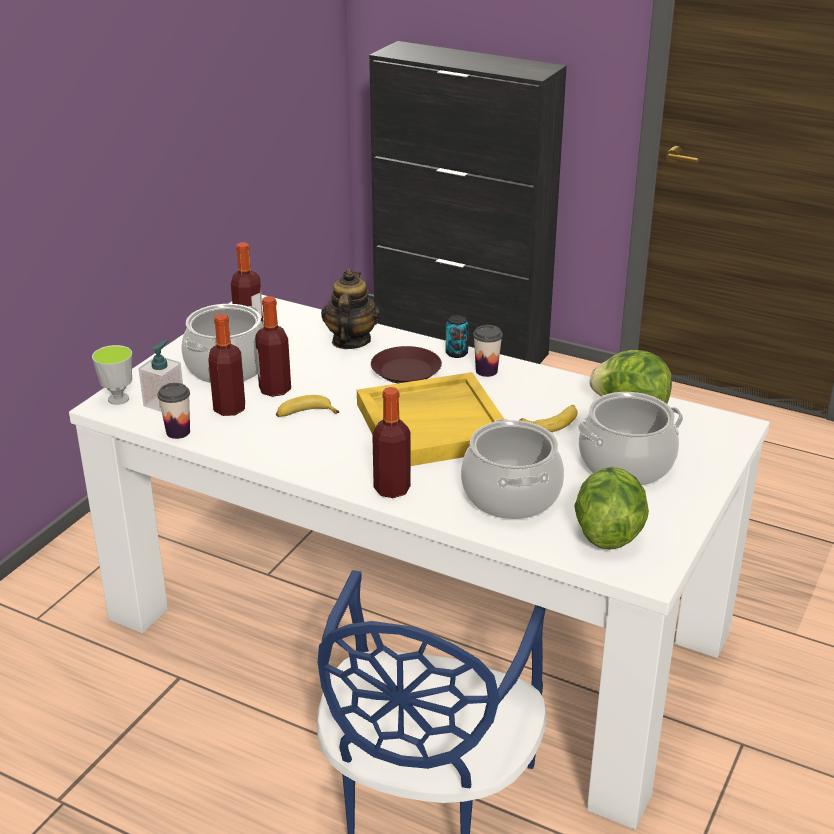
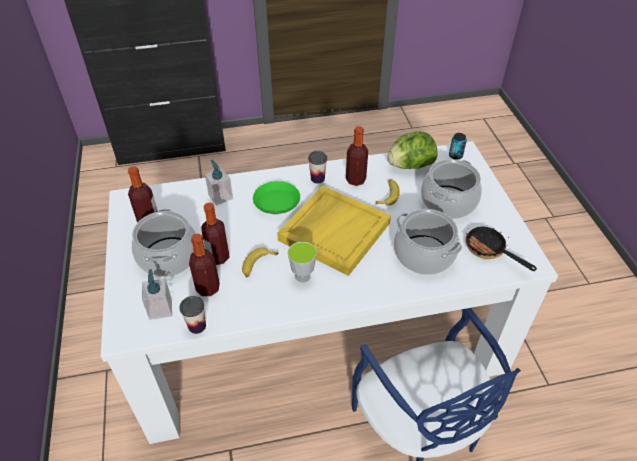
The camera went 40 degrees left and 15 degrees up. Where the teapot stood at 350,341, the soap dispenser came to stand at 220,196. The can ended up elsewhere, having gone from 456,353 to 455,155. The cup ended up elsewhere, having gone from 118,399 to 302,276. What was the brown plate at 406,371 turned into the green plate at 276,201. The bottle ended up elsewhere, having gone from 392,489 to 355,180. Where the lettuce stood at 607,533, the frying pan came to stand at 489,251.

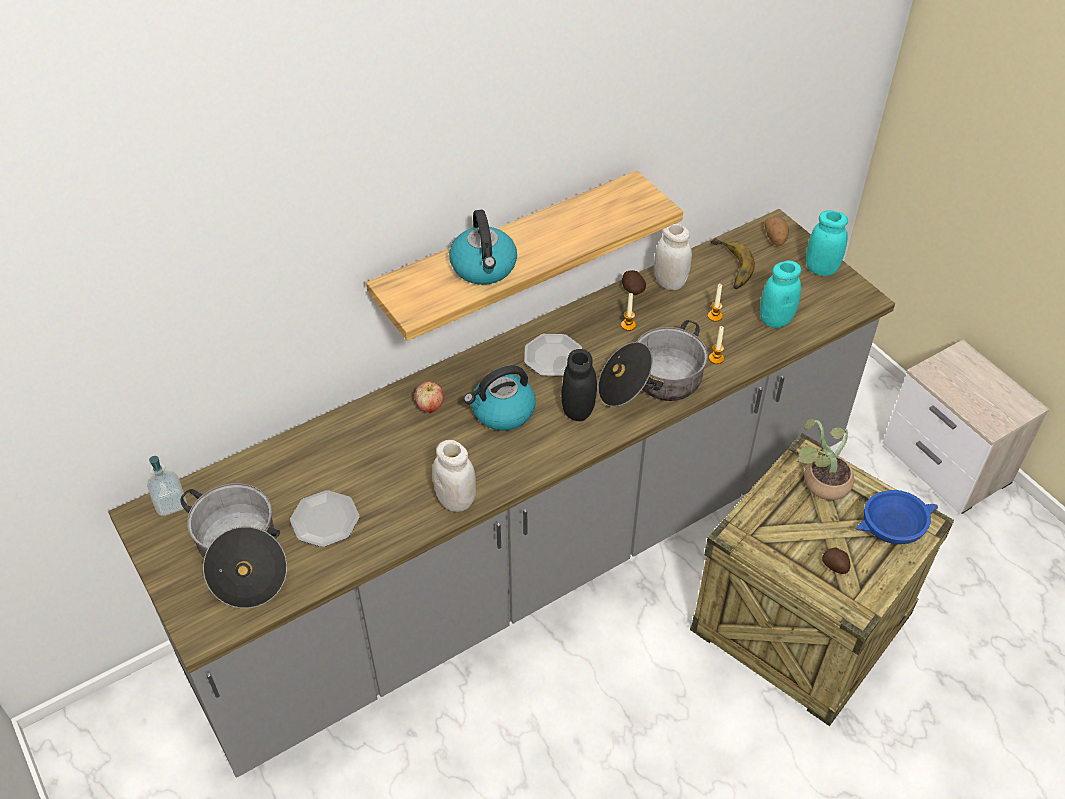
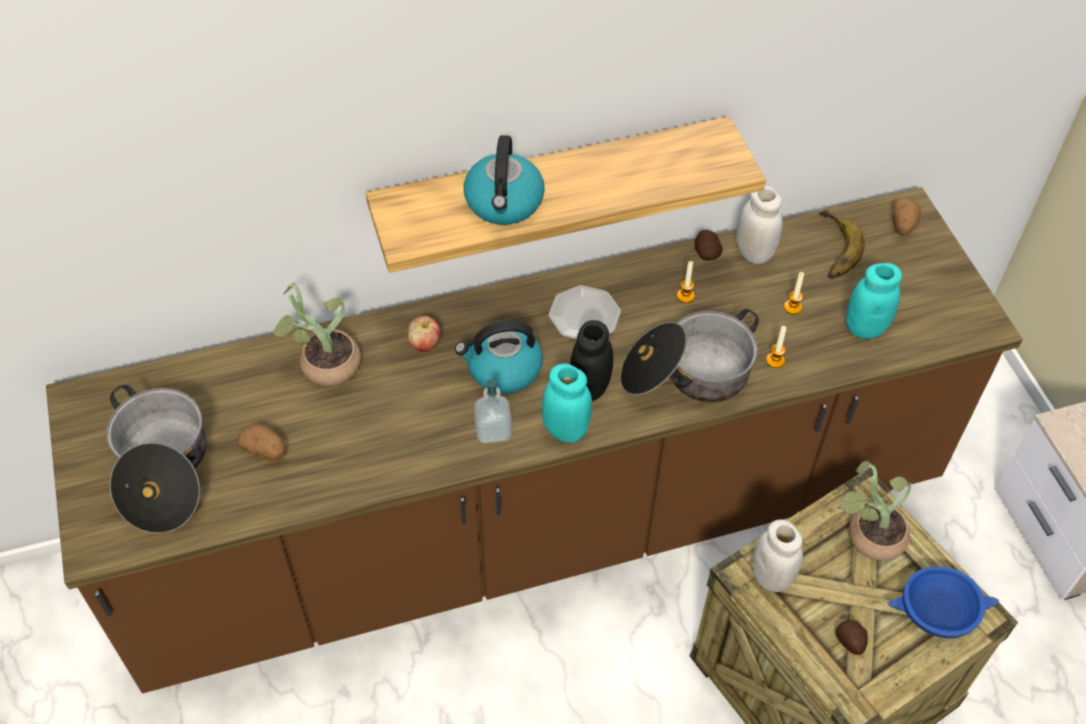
The camera went 15 degrees right and 5 degrees up. What was the grey counter at 532,555 turned into the brown counter at 540,523. The turquoise jar ended up elsewhere, having gone from 821,269 to 565,430. The white jar ended up elsewhere, having gone from 456,500 to 771,577. The soap dispenser ended up elsewhere, having gone from 171,503 to 493,430. Where the plate stood at 325,520, the potato came to stand at 265,451. The second view gained the potted plant at 324,363.

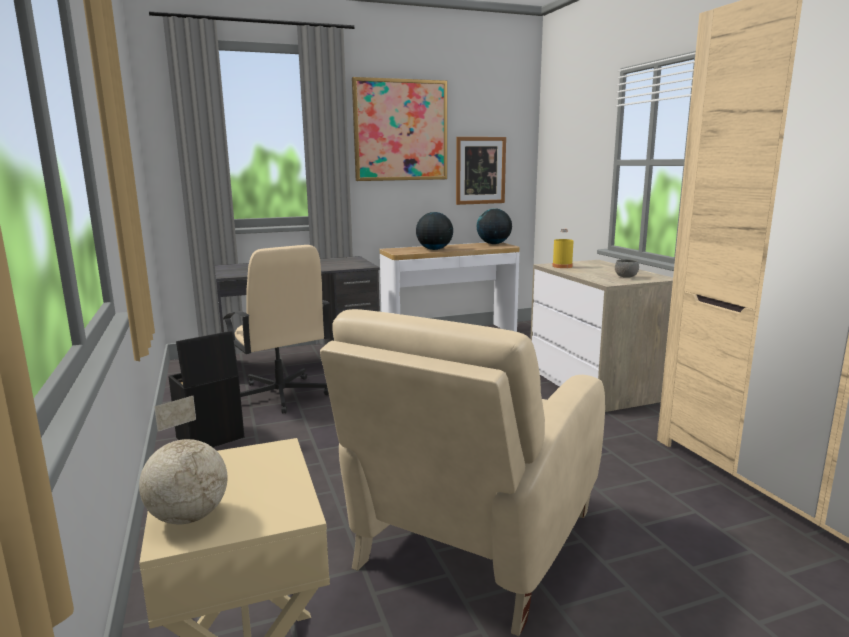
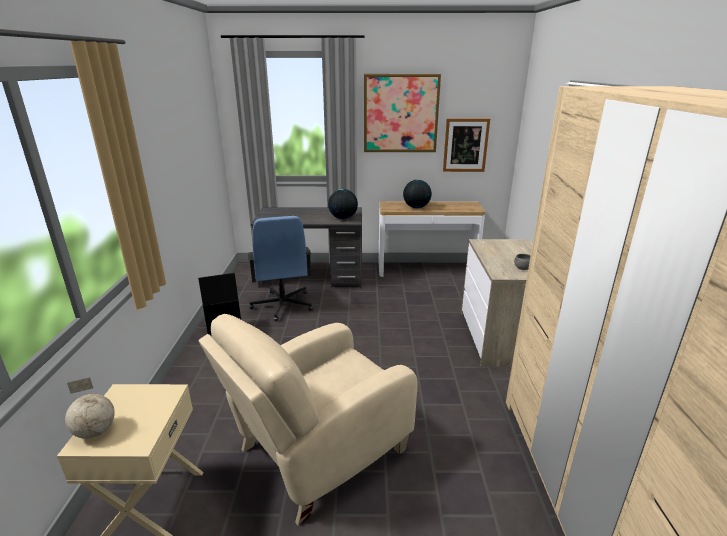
The camera went 20 degrees right and 10 degrees up. The globe ended up elsewhere, having gone from 494,244 to 343,218. The second view lost the yellow bottle at 562,266. What was the beige office chair at 280,395 turned into the blue office chair at 282,305.

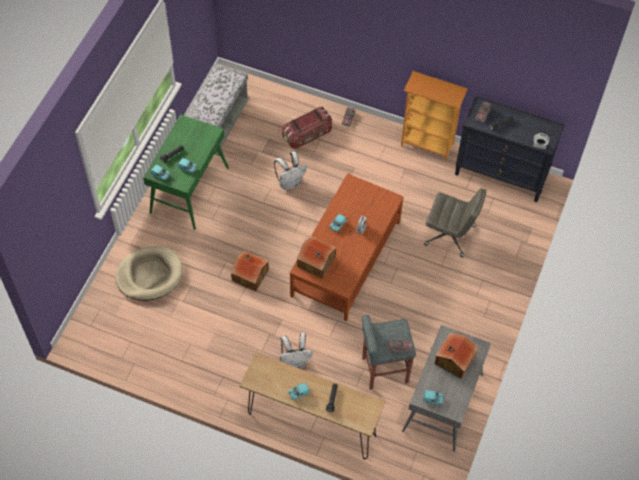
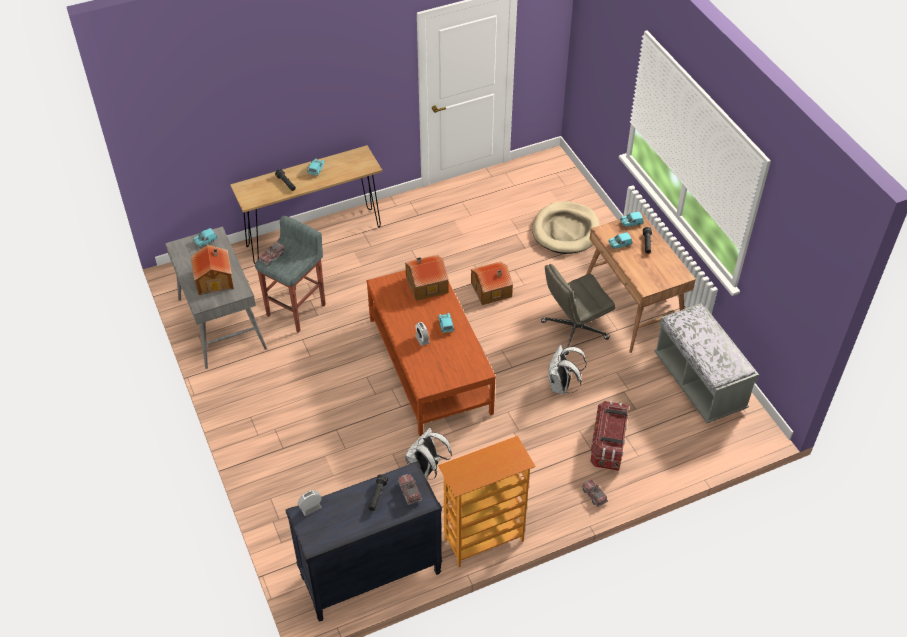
The camera went 135 degrees right and 10 degrees down. What was the green desk at 189,190 turned into the brown desk at 632,309. The grey office chair ended up elsewhere, having gone from 450,235 to 574,330. The white backpack ended up elsewhere, having gone from 295,362 to 426,470.

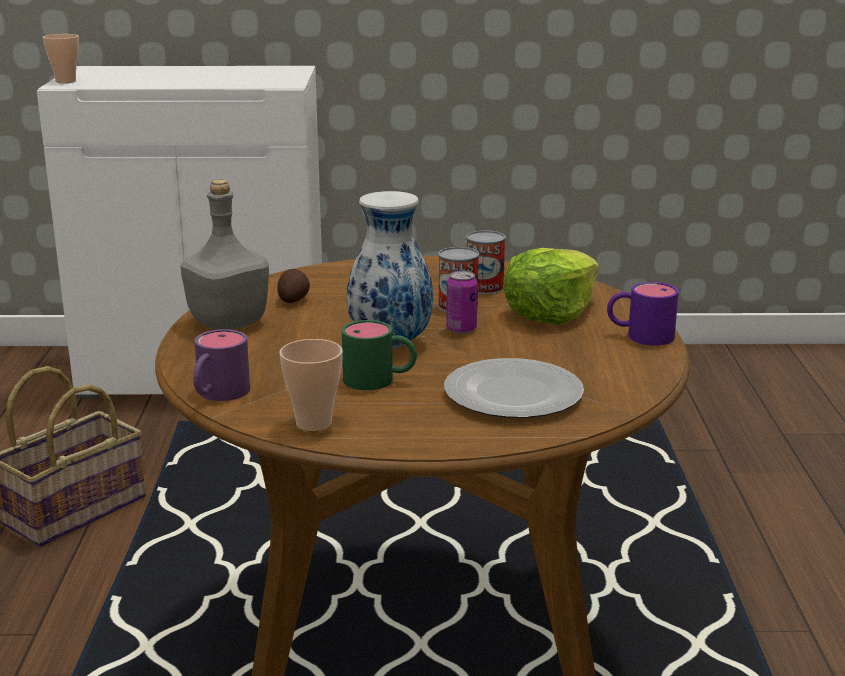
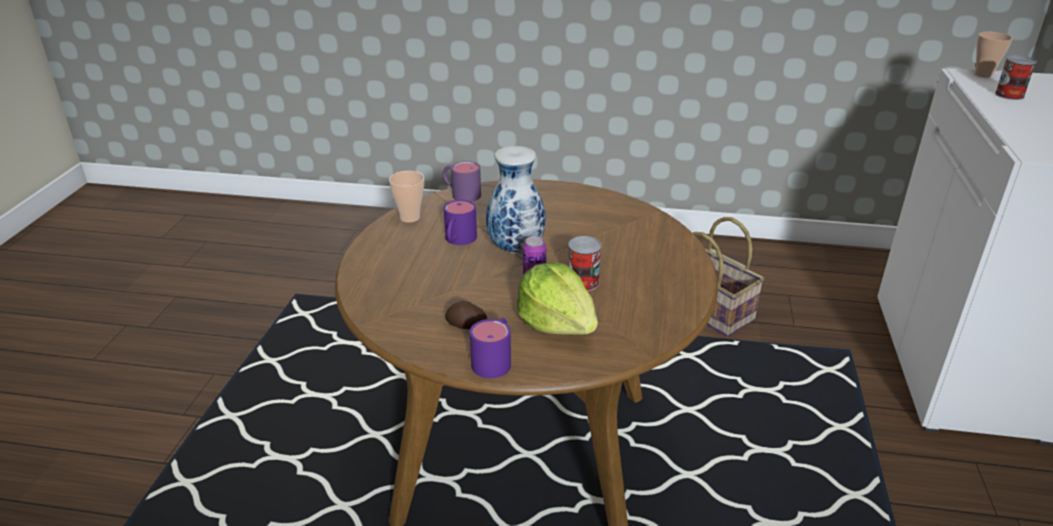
The camera went 100 degrees right and 10 degrees up. The second view lost the grey bottle at 229,323. The can ended up elsewhere, having gone from 484,287 to 1009,95. The potato ended up elsewhere, having gone from 294,299 to 466,326. What was the green mug at 380,380 turned into the purple mug at 458,240. The second view lost the plate at 511,394.

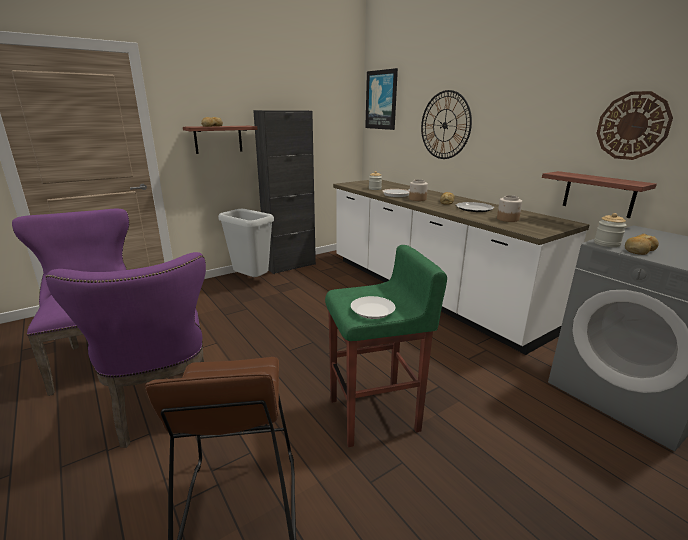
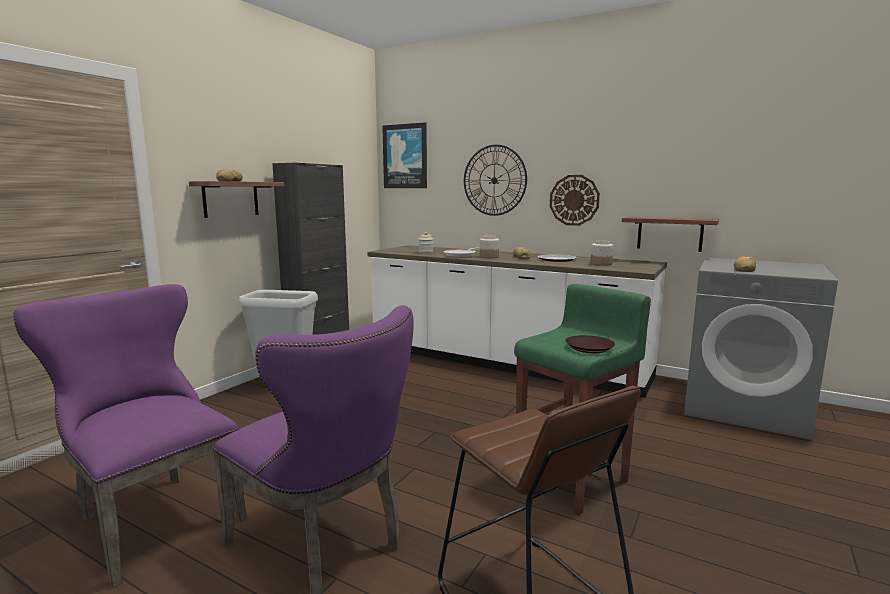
The camera went 25 degrees left and 10 degrees down. The wall clock ended up elsewhere, having gone from 632,126 to 574,200. The second view lost the jar at 607,244. What was the white plate at 372,311 turned into the brown plate at 589,348.

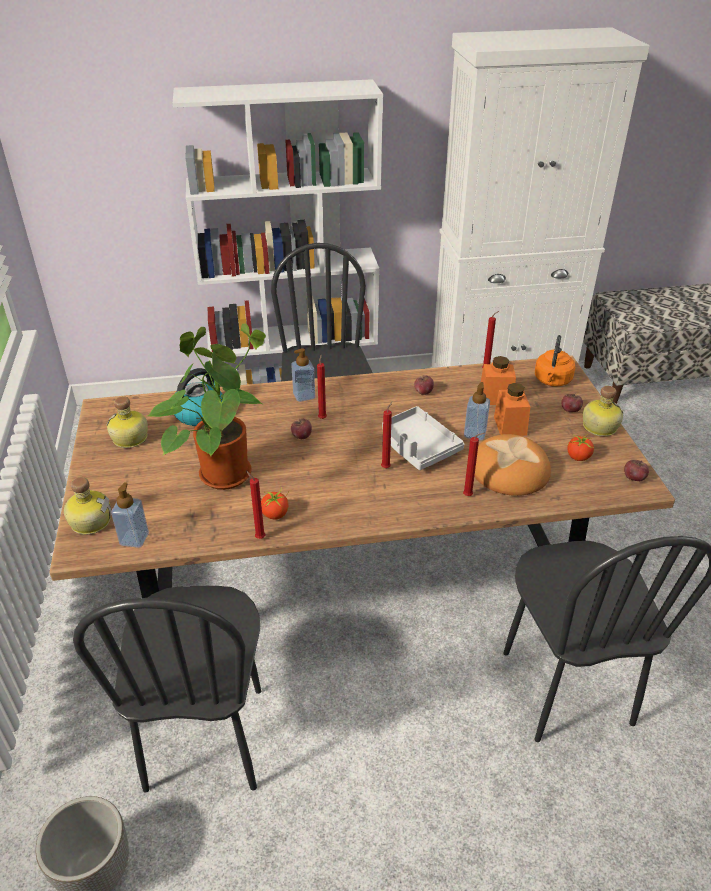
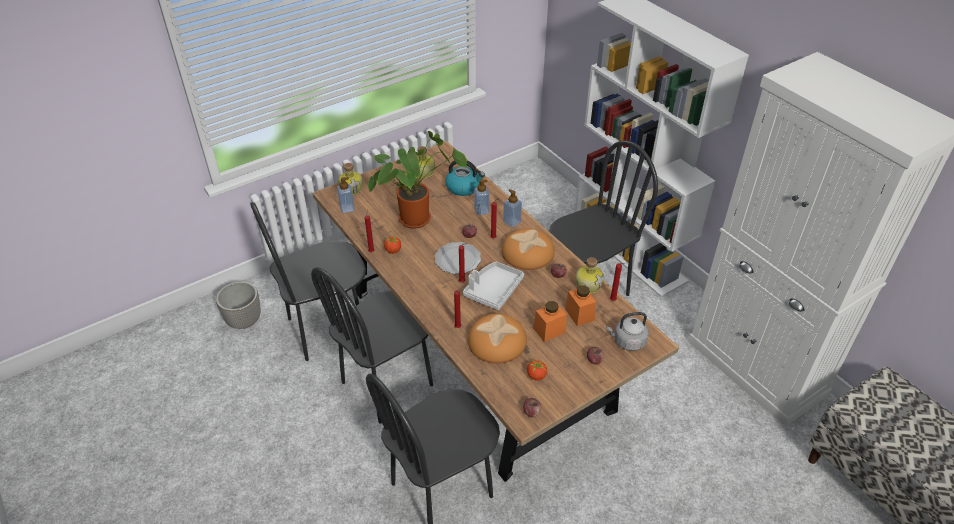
The camera went 65 degrees right and 5 degrees up. What was the orange kettle at 552,381 turned into the grey kettle at 627,341. The soap dispenser ended up elsewhere, having gone from 474,434 to 481,210. The bottle ended up elsewhere, having gone from 598,426 to 588,284. The second view gained the bread at 527,253. The second view gained the plate at 458,260. The second view gained the black chair at 387,384.

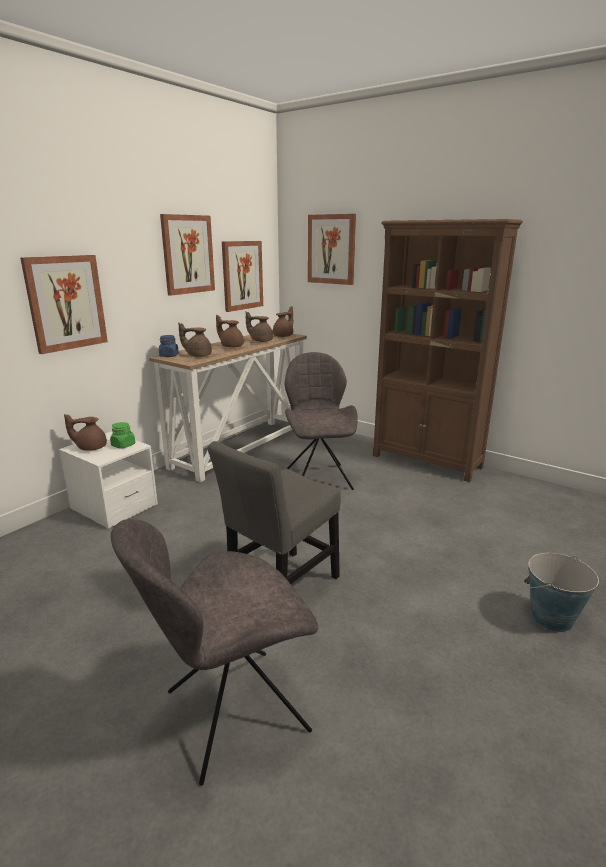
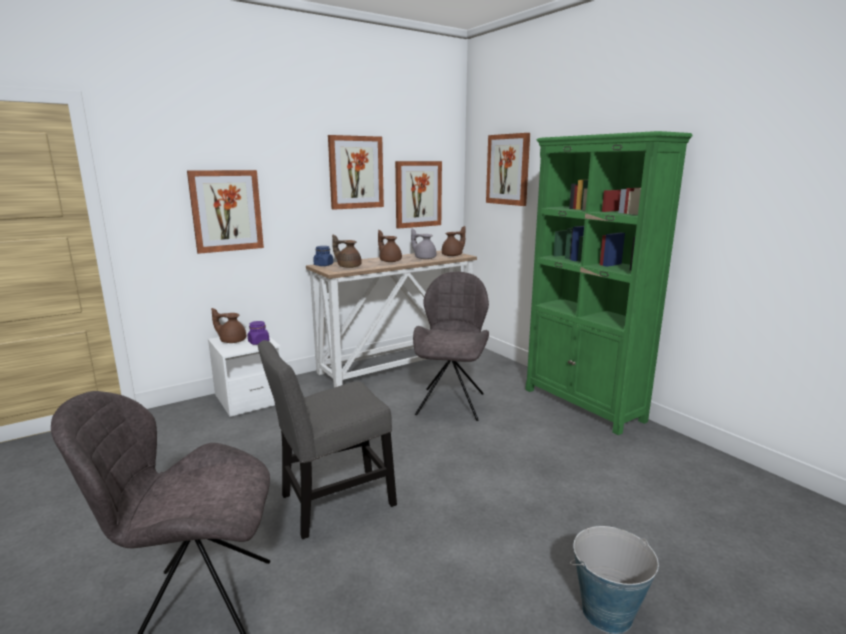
The camera went 20 degrees right and 5 degrees down. What was the brown bookcase at 427,461 turned into the green bookcase at 583,405. What was the brown teapot at 261,341 turned into the grey teapot at 424,258. What was the green jar at 123,445 turned into the purple jar at 259,342.

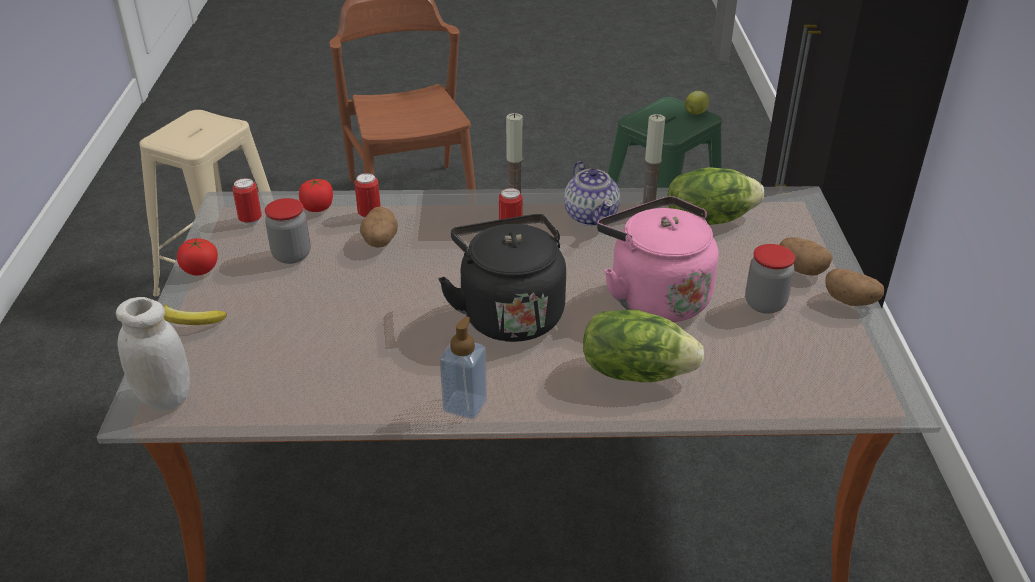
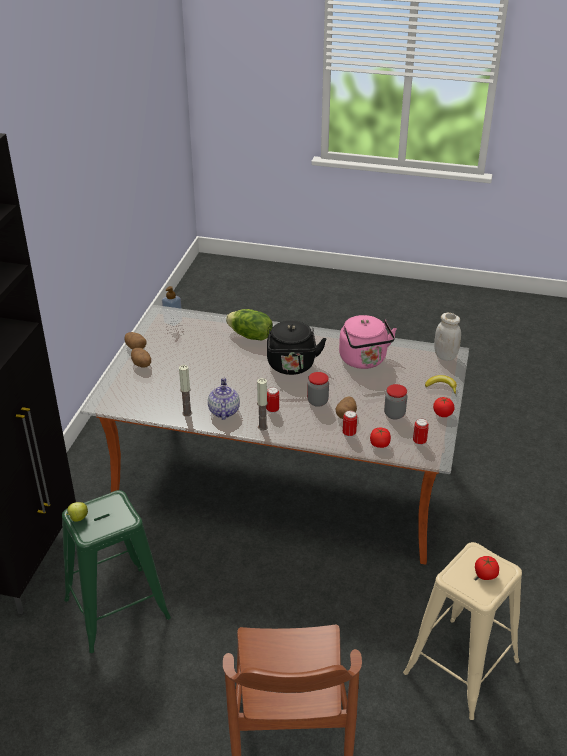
The camera went 165 degrees left and 0 degrees up. The second view lost the lettuce at 708,219. The pink kettle ended up elsewhere, having gone from 654,297 to 364,360. The jar ended up elsewhere, having gone from 765,304 to 317,401. The soap dispenser ended up elsewhere, having gone from 465,405 to 173,321. The second view gained the tomato at 485,575.

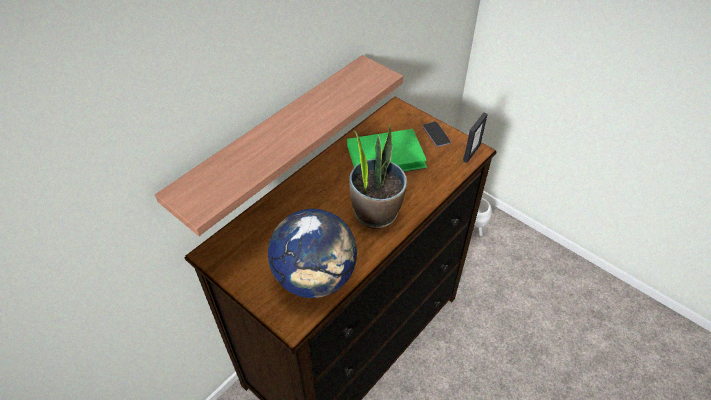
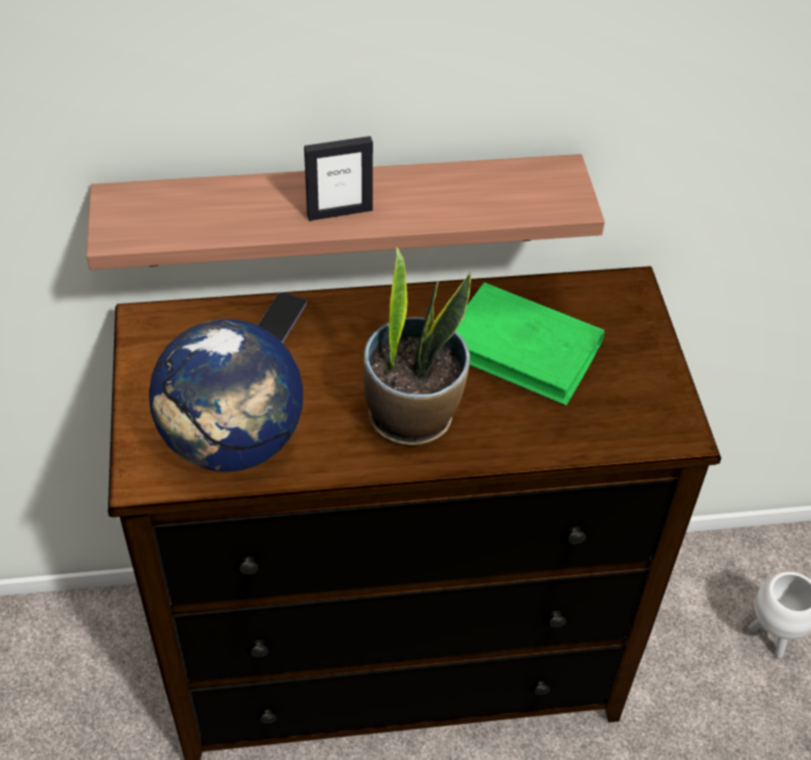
The camera went 40 degrees right and 0 degrees up. The picture frame ended up elsewhere, having gone from 471,152 to 339,212. The phone ended up elsewhere, having gone from 436,135 to 280,320.

